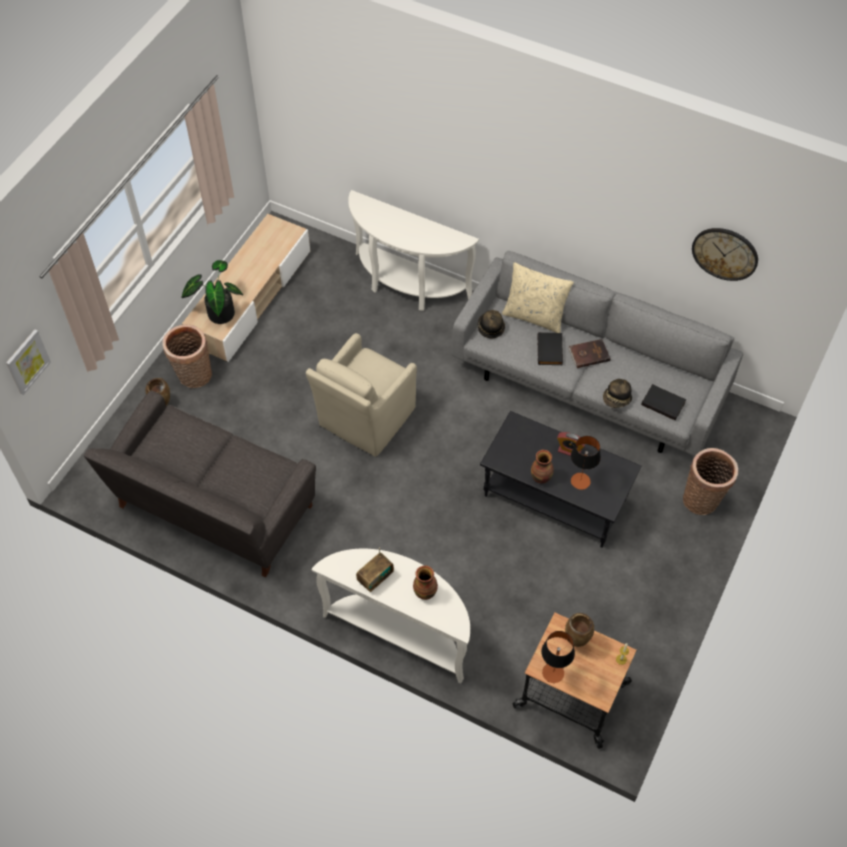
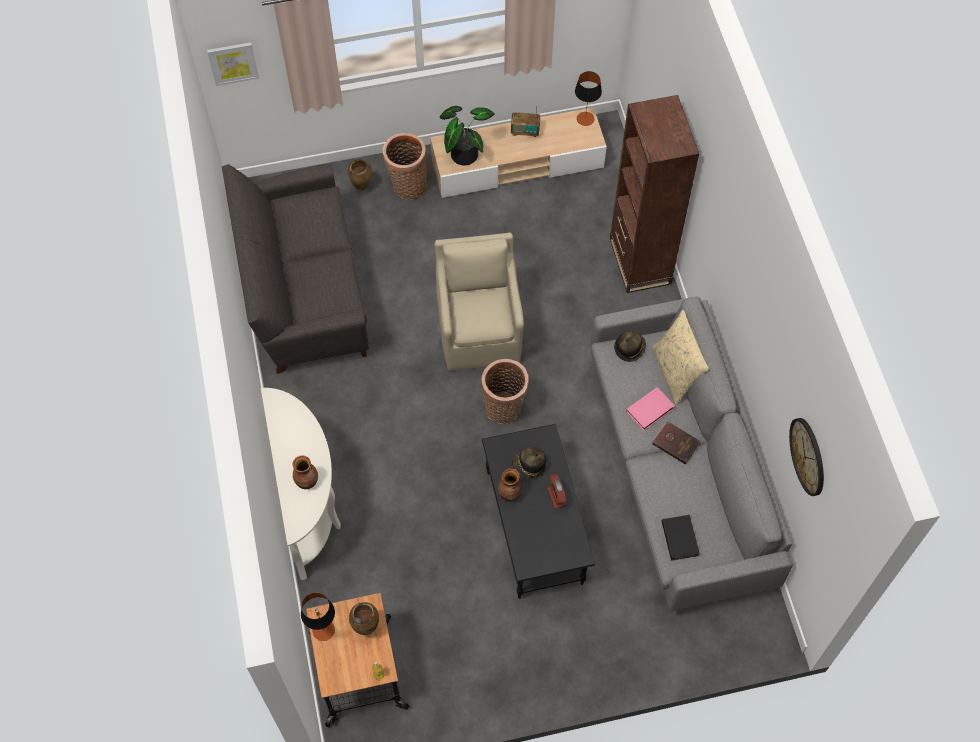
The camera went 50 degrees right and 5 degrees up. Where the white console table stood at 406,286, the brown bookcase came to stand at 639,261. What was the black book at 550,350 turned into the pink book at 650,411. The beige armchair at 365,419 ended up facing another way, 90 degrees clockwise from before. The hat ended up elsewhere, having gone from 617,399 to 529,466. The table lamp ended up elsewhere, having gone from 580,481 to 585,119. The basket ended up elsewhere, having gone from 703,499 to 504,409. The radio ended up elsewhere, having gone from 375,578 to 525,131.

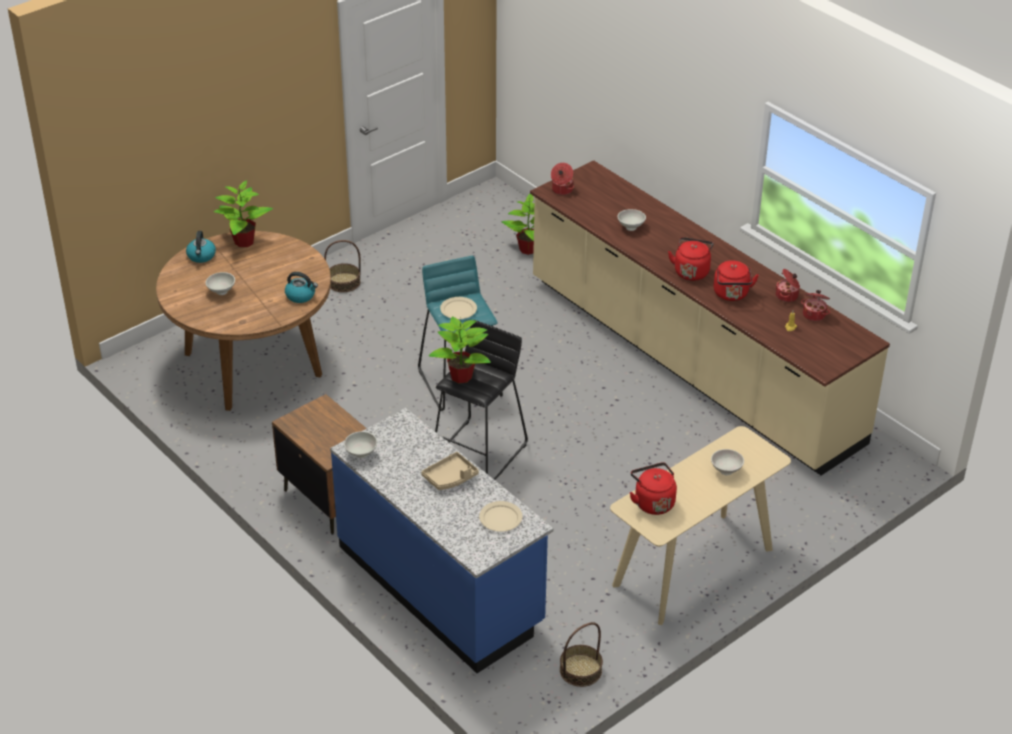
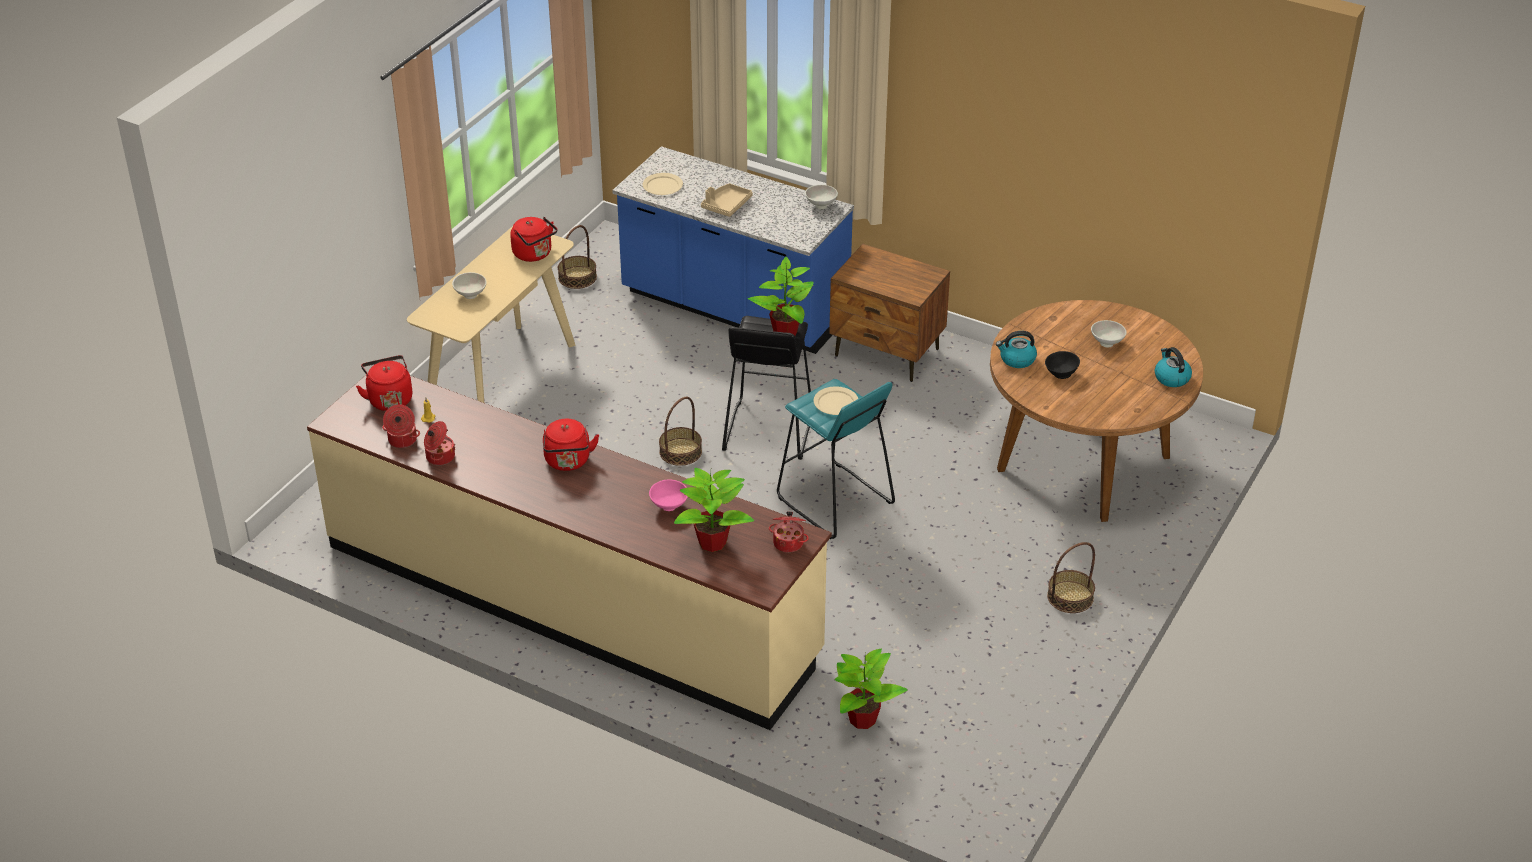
The camera went 160 degrees right and 0 degrees up. The potted plant ended up elsewhere, having gone from 243,242 to 713,542. What was the white bowl at 630,227 turned into the pink bowl at 670,506. The red kettle ended up elsewhere, having gone from 731,295 to 389,399. The second view gained the black bowl at 1060,374. The second view gained the basket at 680,451.

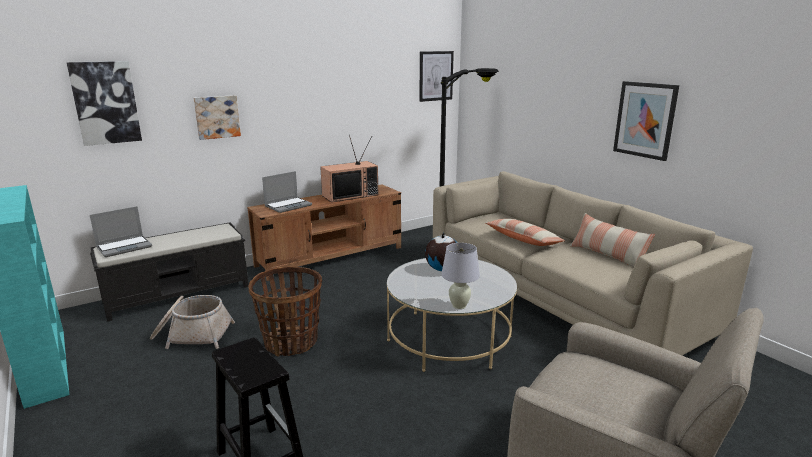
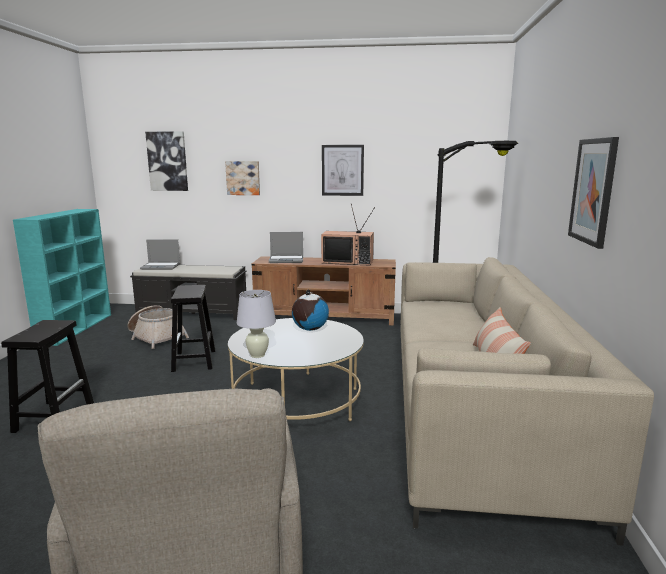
The camera went 40 degrees right and 5 degrees down. The picture ended up elsewhere, having gone from 436,76 to 342,170. The second view lost the pillow at 523,240. Where the basket stood at 291,342, the black stool came to stand at 194,361.

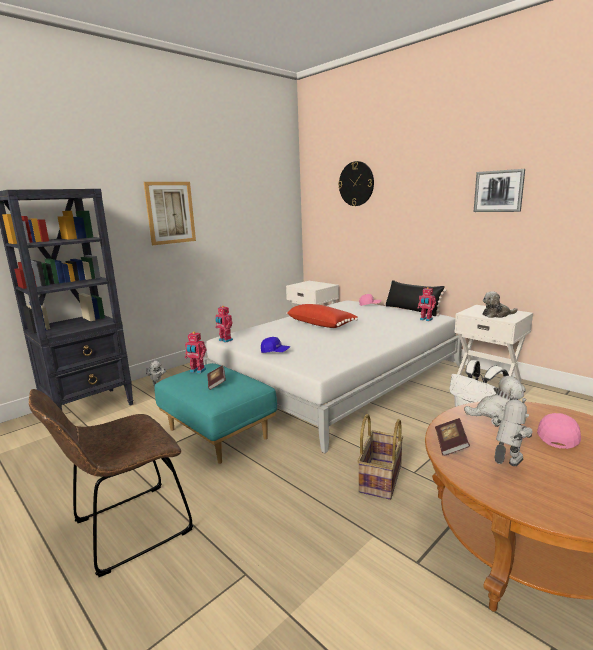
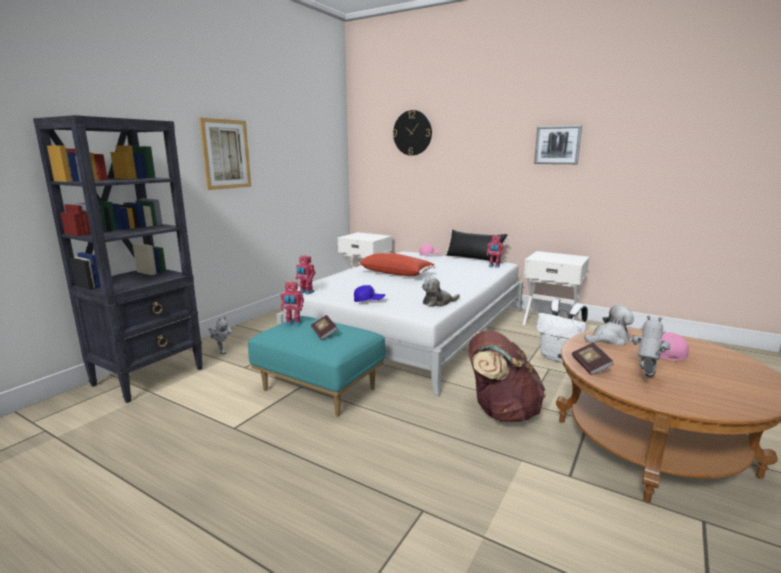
The camera went 15 degrees left and 0 degrees up. The plush toy ended up elsewhere, having gone from 497,315 to 438,302. The second view lost the brown chair at 126,530. Where the basket stood at 379,478, the brown backpack came to stand at 501,412.

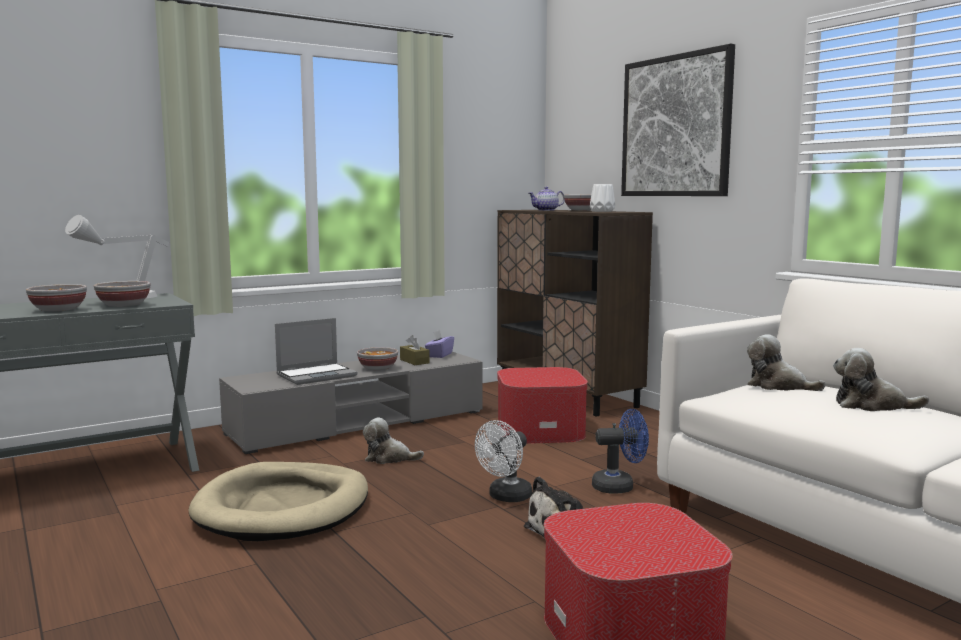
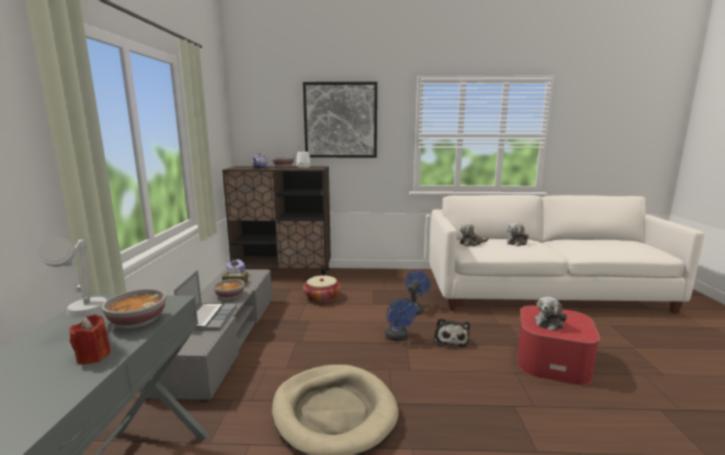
The camera went 55 degrees left and 5 degrees up. Where the bowl stood at 59,310, the red candle came to stand at 93,356. Where the ottoman stood at 540,430, the basket came to stand at 322,297. The plush toy ended up elsewhere, having gone from 389,458 to 550,322. What was the white fan at 506,497 turned into the blue fan at 398,337.

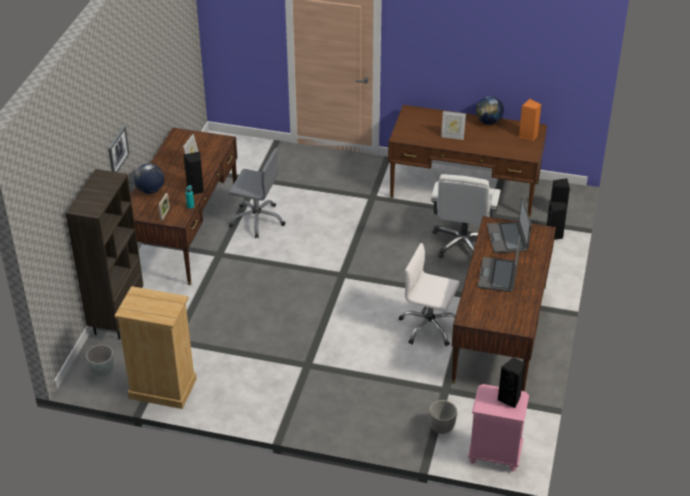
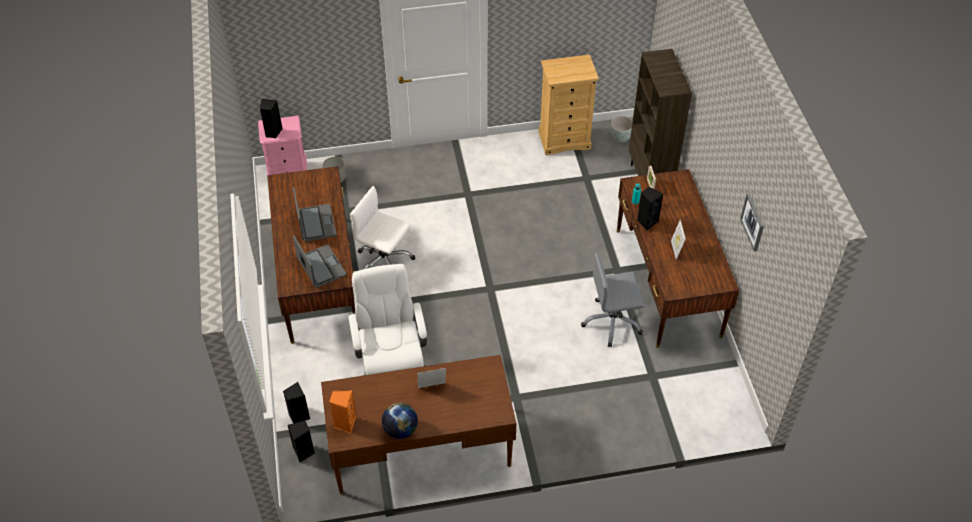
The camera went 155 degrees right and 10 degrees up. The picture ended up elsewhere, having gone from 117,150 to 753,222. The second view lost the globe at 150,190. The white office chair at 429,327 ended up facing another way, 150 degrees counterclockwise from before.

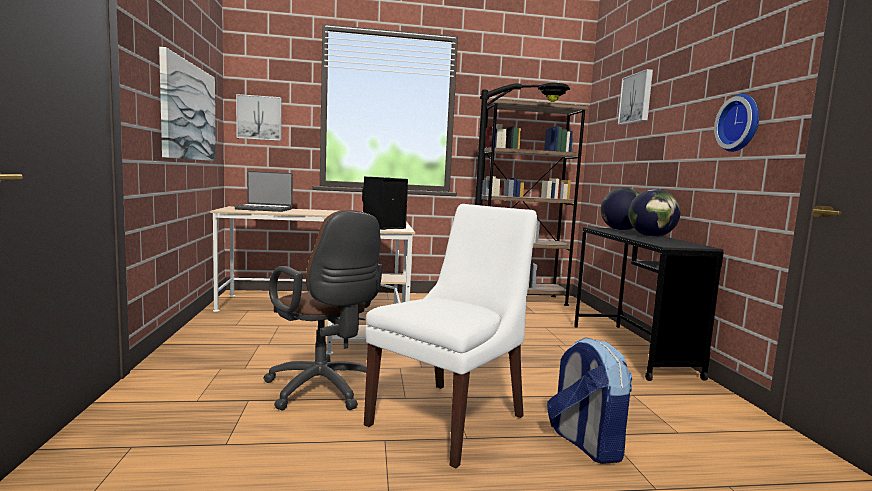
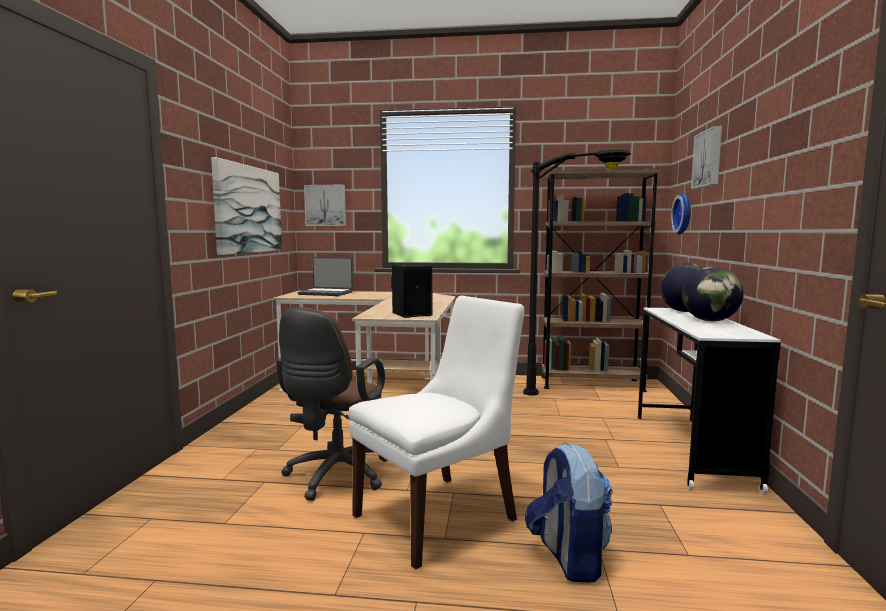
The camera went 15 degrees right and 0 degrees up. The wall clock ended up elsewhere, having gone from 741,123 to 684,214. The brown office chair at 324,391 ended up facing another way, 45 degrees clockwise from before. What was the black desk at 631,350 turned into the white desk at 691,449.

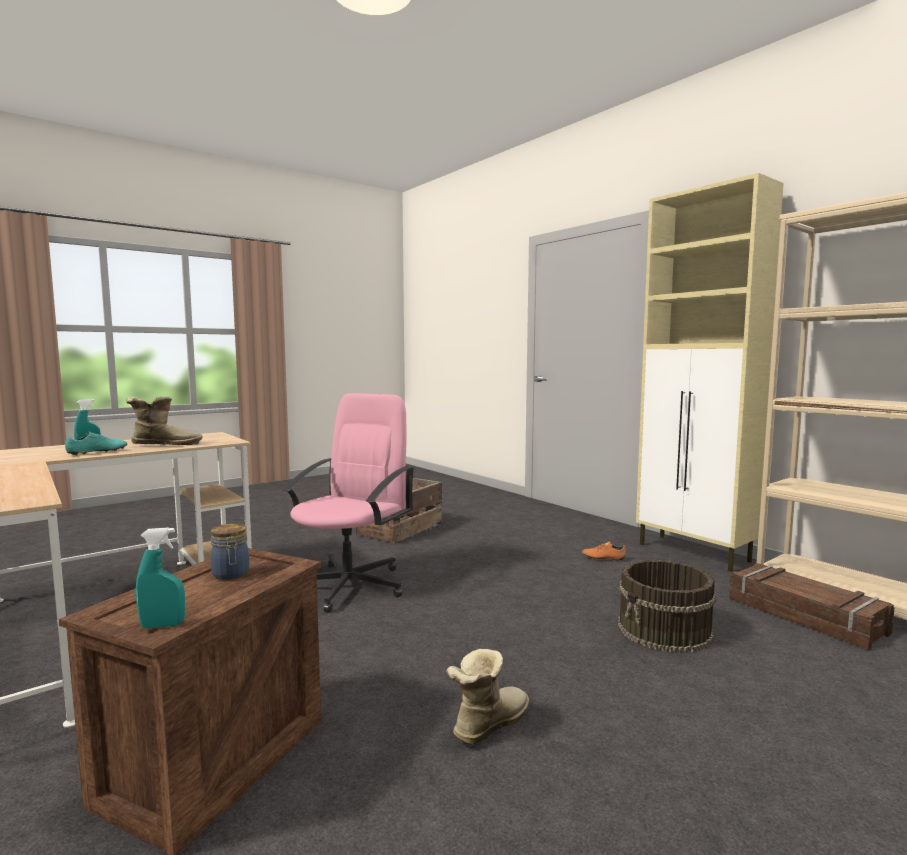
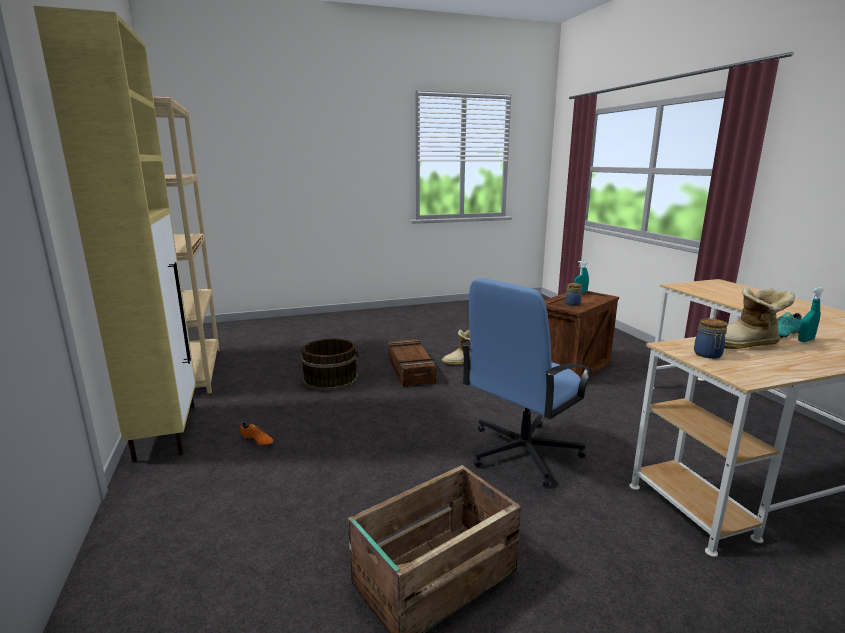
The camera went 160 degrees left and 10 degrees up. What was the pink office chair at 350,585 turned into the blue office chair at 522,452. The crate ended up elsewhere, having gone from 804,616 to 411,369. The second view gained the jar at 708,355.

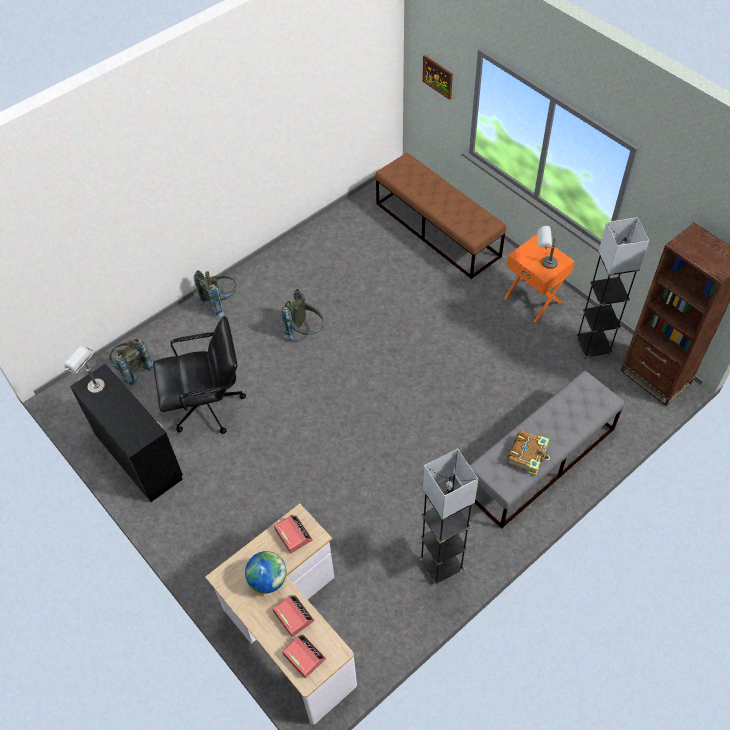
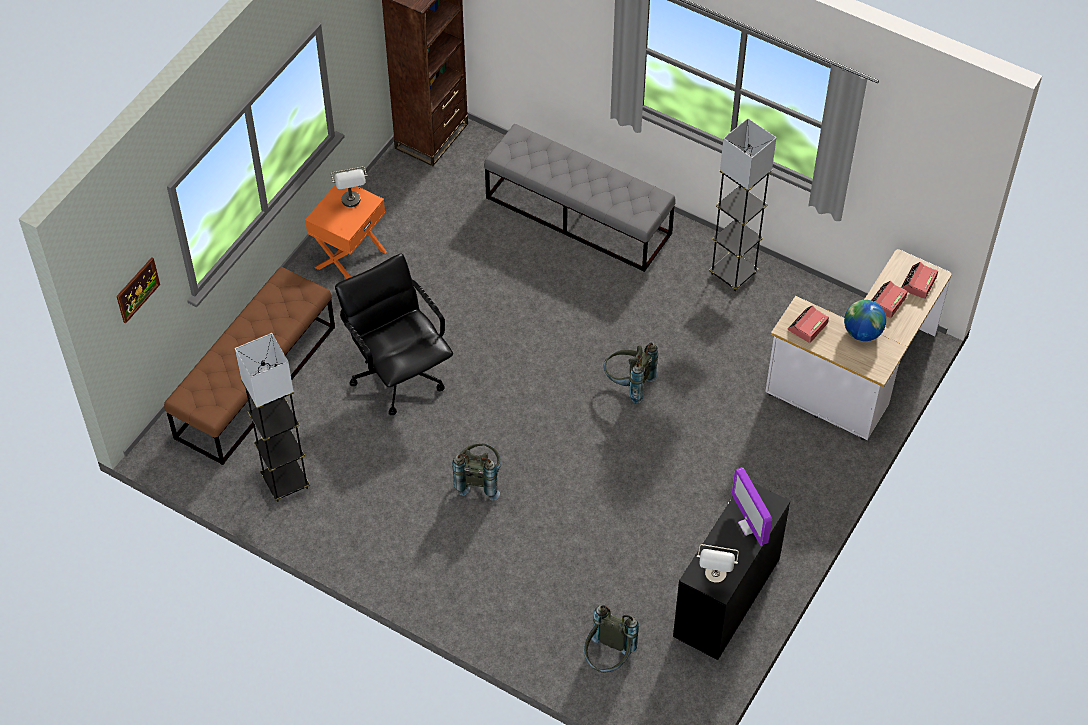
The camera went 110 degrees left and 0 degrees up. The grey floor lamp ended up elsewhere, having gone from 593,346 to 285,482. The grey backpack ended up elsewhere, having gone from 221,302 to 628,384. The black office chair ended up elsewhere, having gone from 208,406 to 398,374. The second view lost the book at 528,455. The second view gained the monitor at 750,526.

